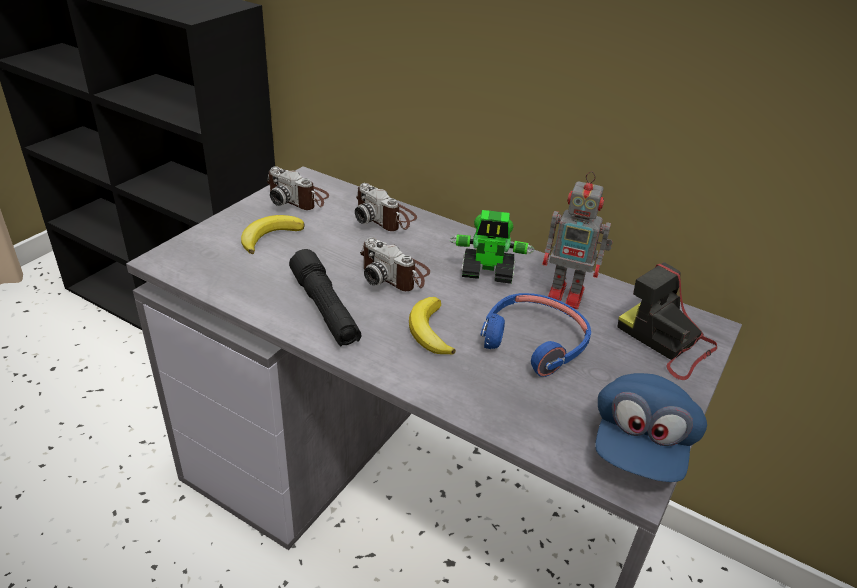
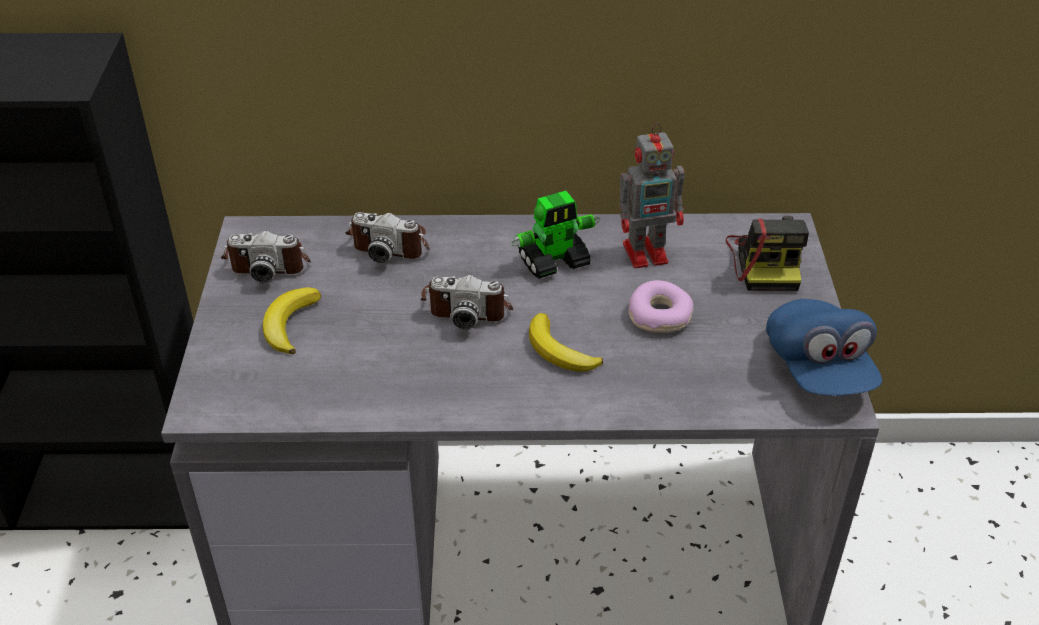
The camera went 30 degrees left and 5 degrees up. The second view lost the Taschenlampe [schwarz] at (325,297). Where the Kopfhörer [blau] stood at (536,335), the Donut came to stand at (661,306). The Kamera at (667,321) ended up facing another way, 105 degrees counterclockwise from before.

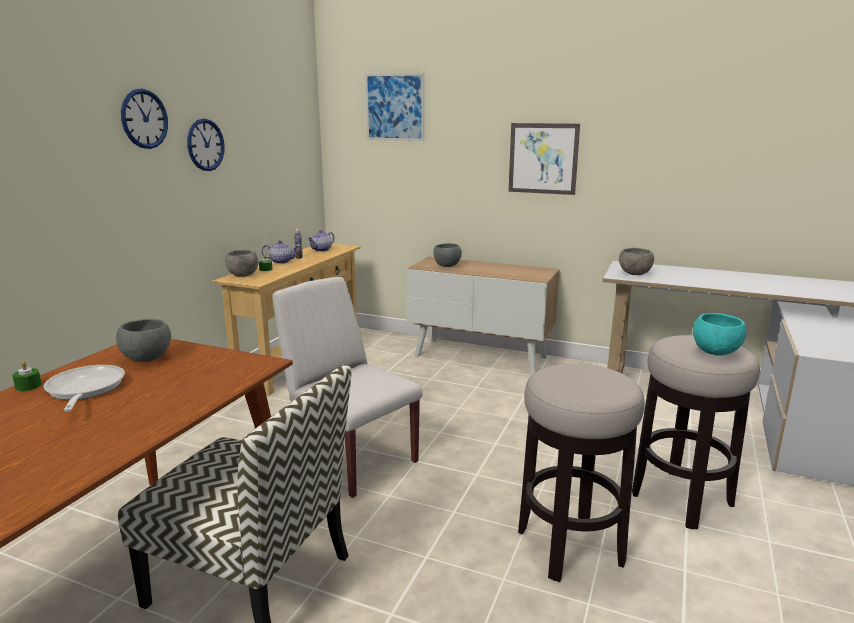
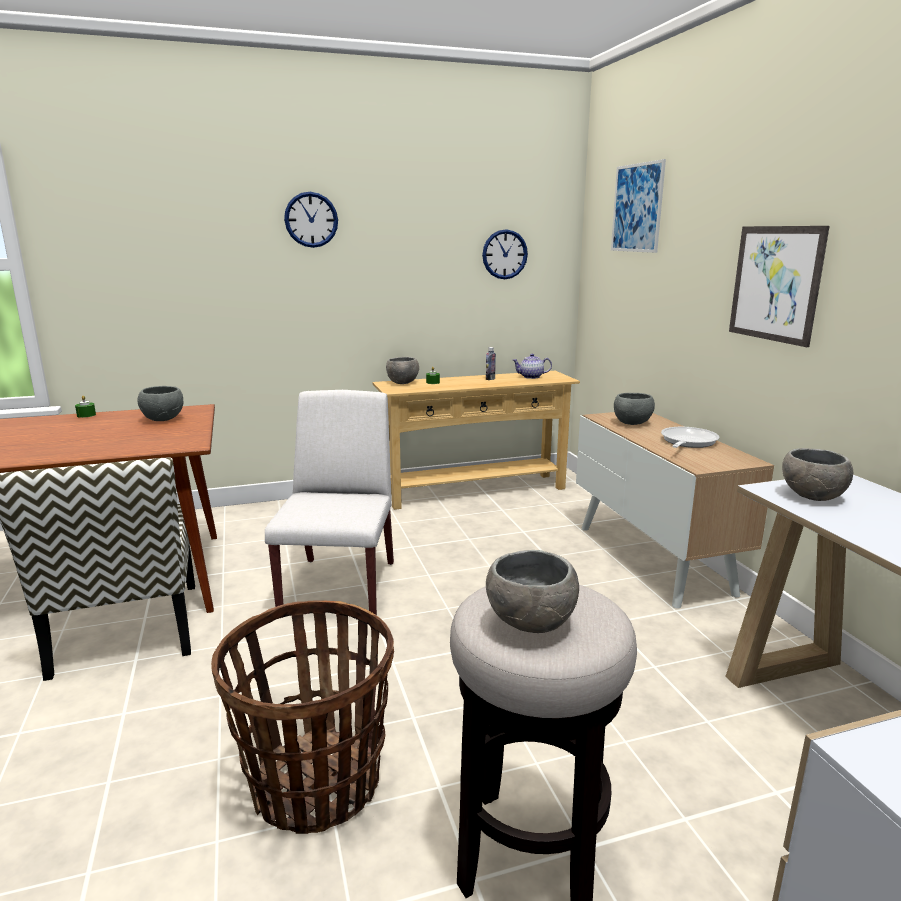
The camera went 50 degrees right and 0 degrees up. The second view lost the Teekanne at (280,252). The Pfanne ended up elsewhere, having gone from (84,388) to (690,437). The Wanduhr ended up elsewhere, having gone from (205,145) to (505,254). Where the Hocker stood at (581,473), the Korb came to stand at (302,717). What was the Schüssel [türkis] at (719,334) turned into the Schüssel [grau] at (532,591).

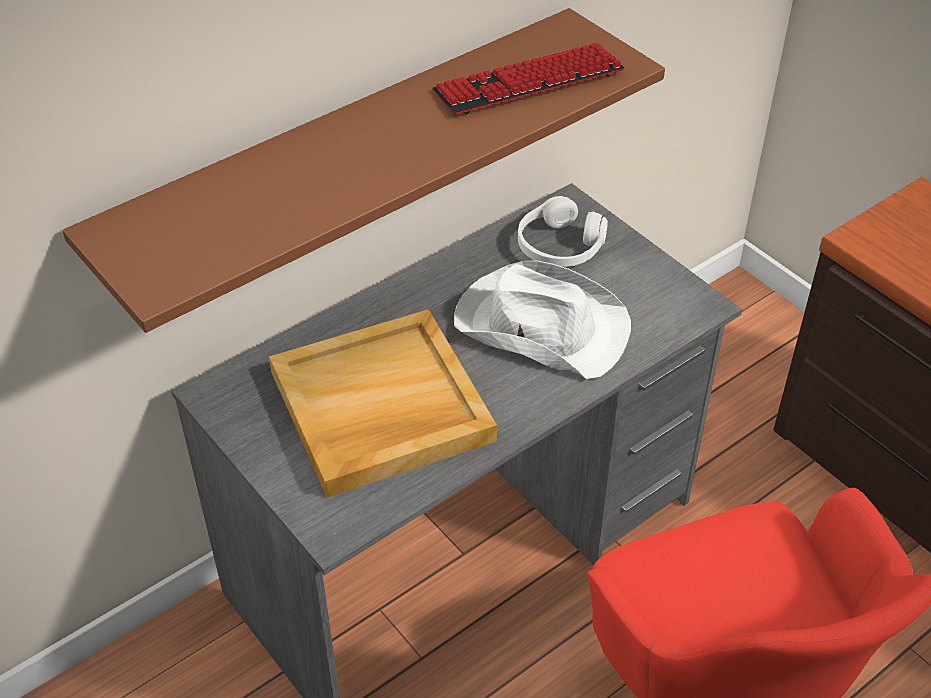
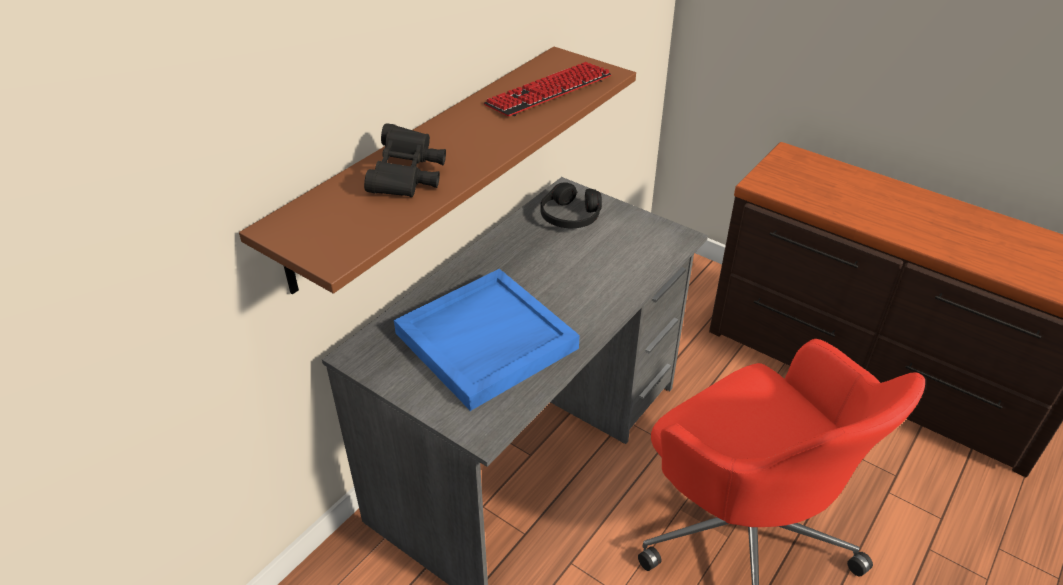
The camera went 15 degrees left and 5 degrees down. The second view lost the Hut [weiß] at (542,319). The second view gained the Fernglas [schwarz] at (405,160). What was the Tablett [beige] at (383,403) turned into the Tablett [blau] at (487,340). What was the Kopfhörer [weiß] at (563,231) turned into the Kopfhörer [schwarz] at (571,205).

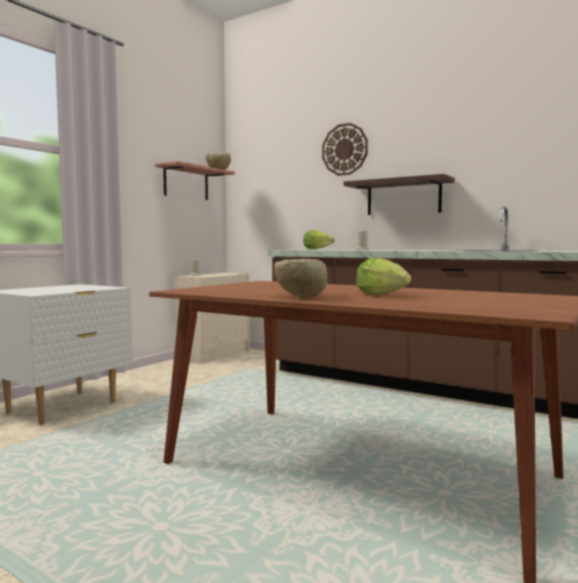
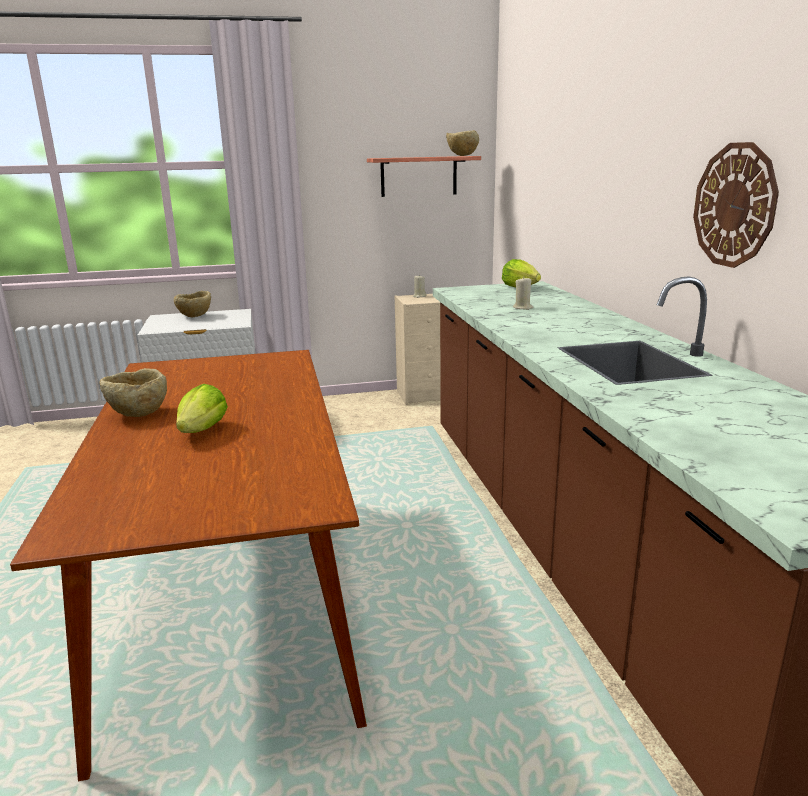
The camera went 45 degrees right and 15 degrees up. The second view lost the Wandregal at (399,194). The second view gained the Schüssel [beige] at (192,304). The Wanduhr ended up elsewhere, having gone from (345,149) to (736,205).

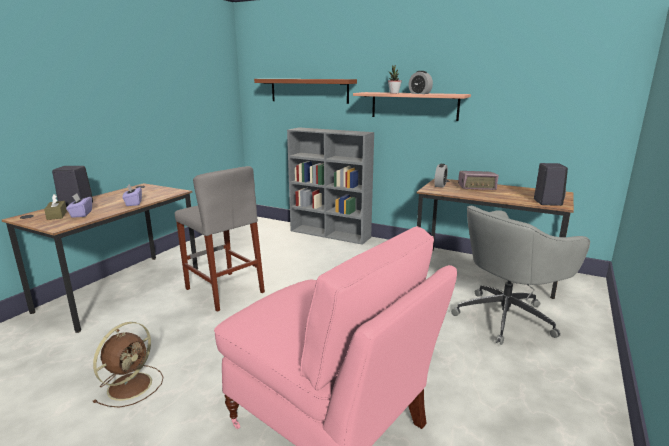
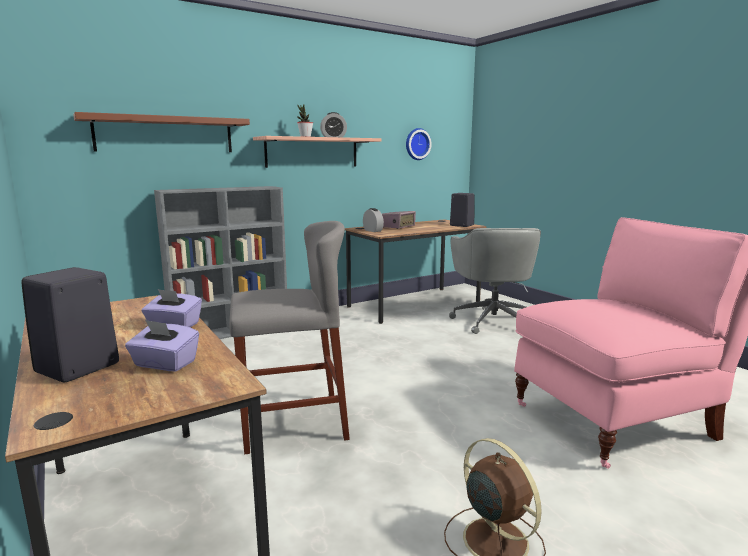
The camera went 60 degrees left and 5 degrees down. The second view lost the Taschentuchbox [braun] at (55,207). The second view gained the Wanduhr at (419,144).

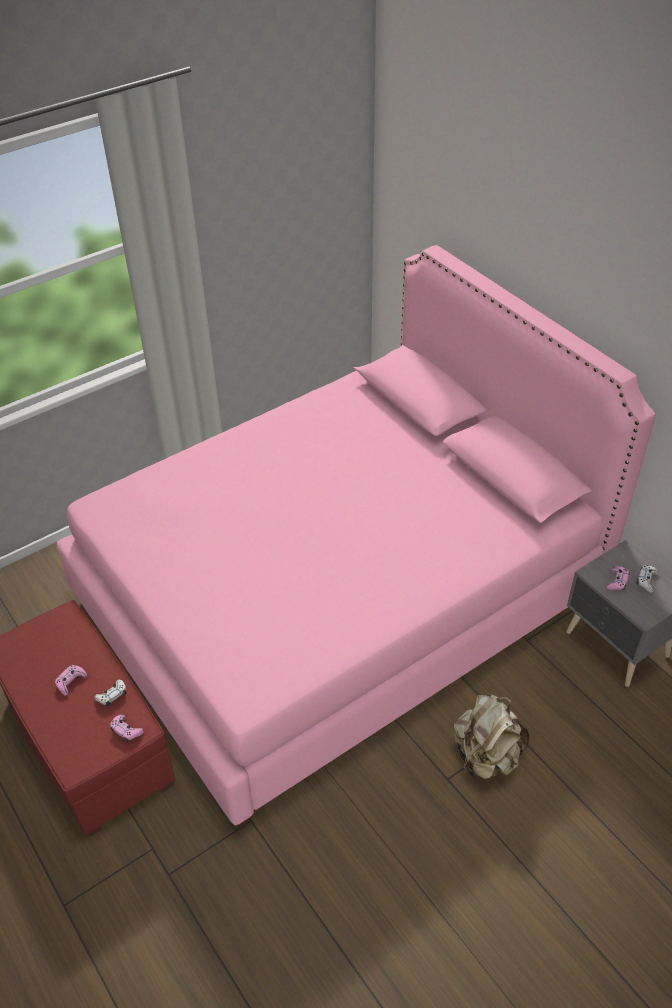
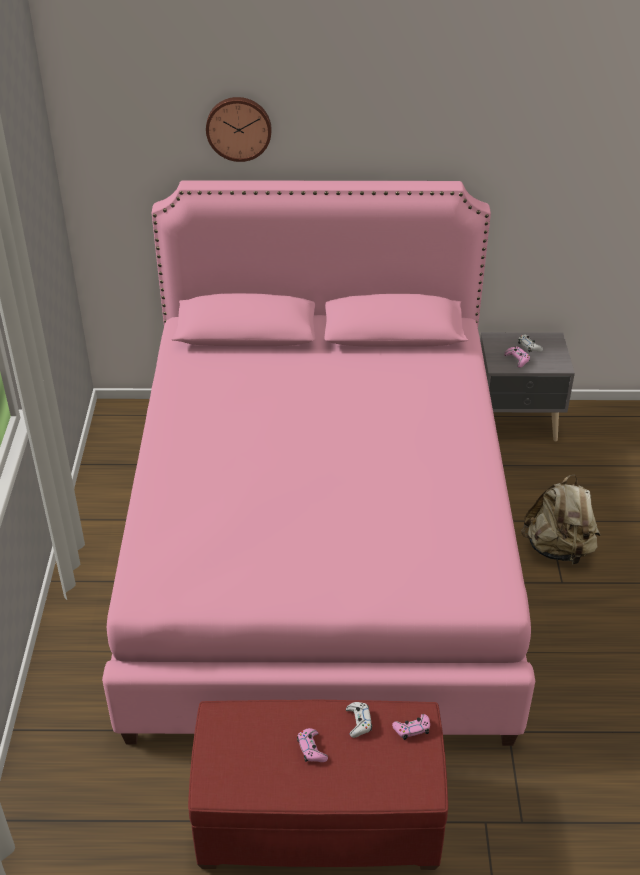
The camera went 55 degrees left and 5 degrees down. The second view gained the Wanduhr at (239,129).

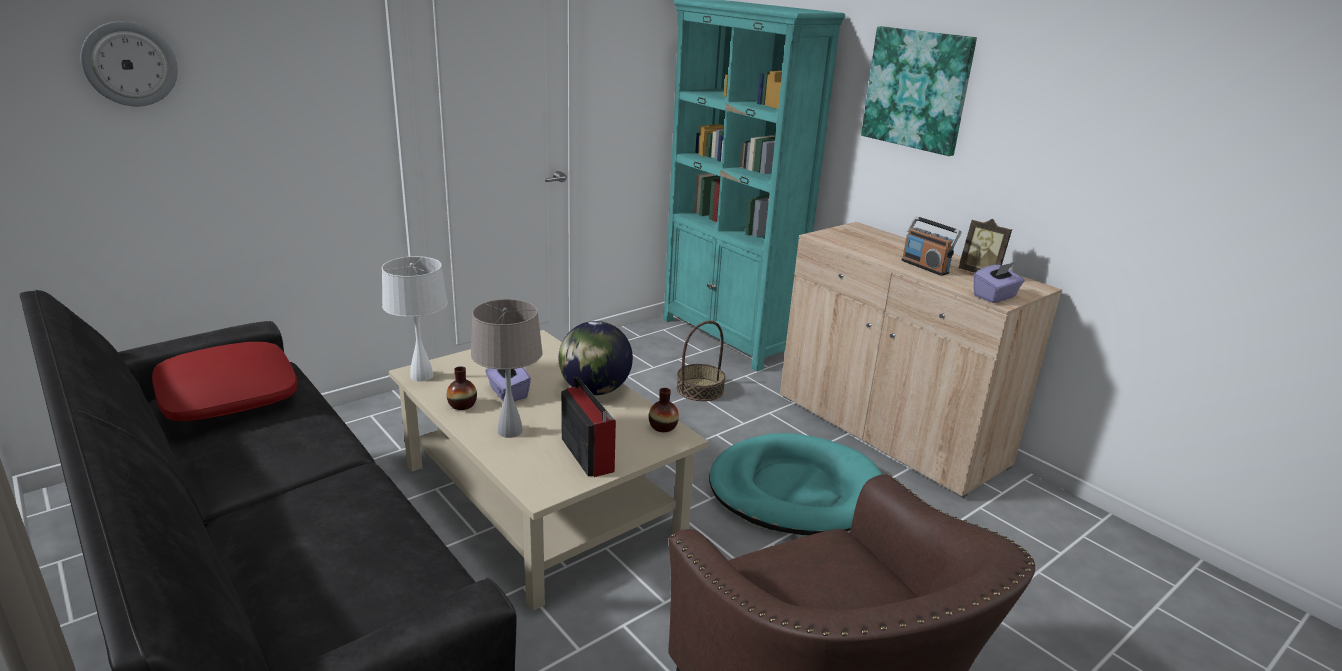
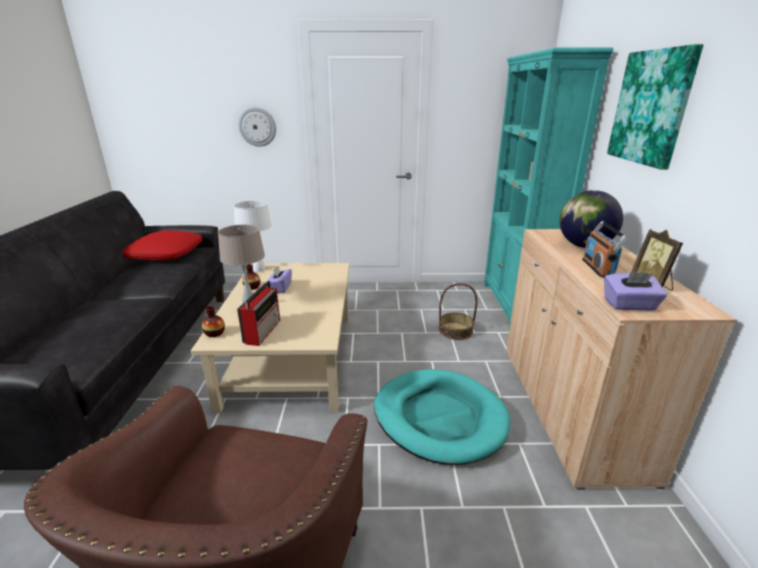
The camera went 40 degrees right and 0 degrees up. The Wanduhr ended up elsewhere, having gone from (129,63) to (257,127). The Globus ended up elsewhere, having gone from (595,358) to (591,219). The Vase ended up elsewhere, having gone from (664,410) to (213,321).

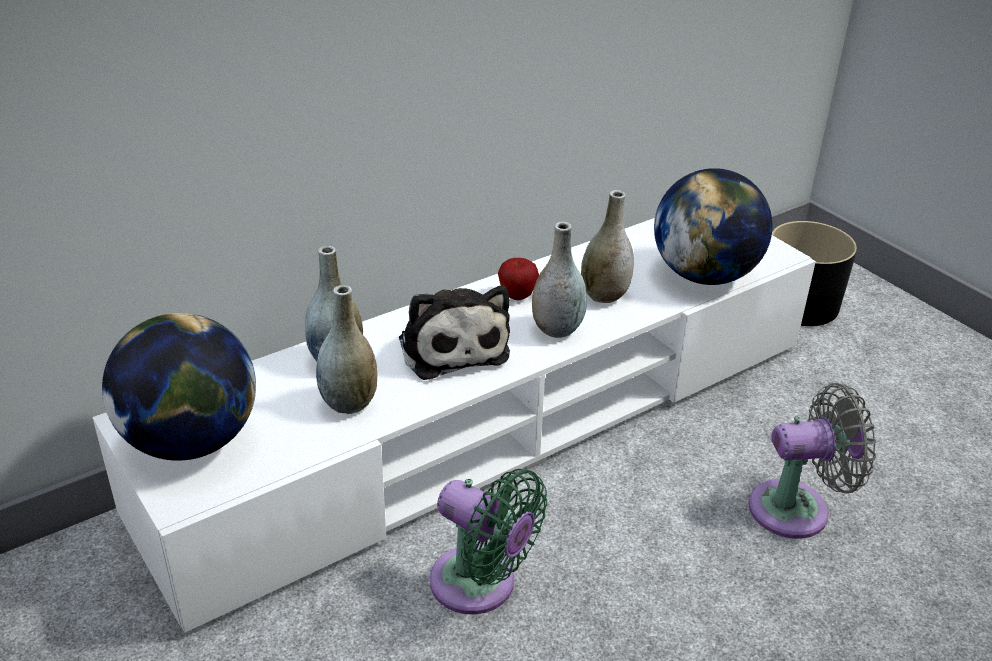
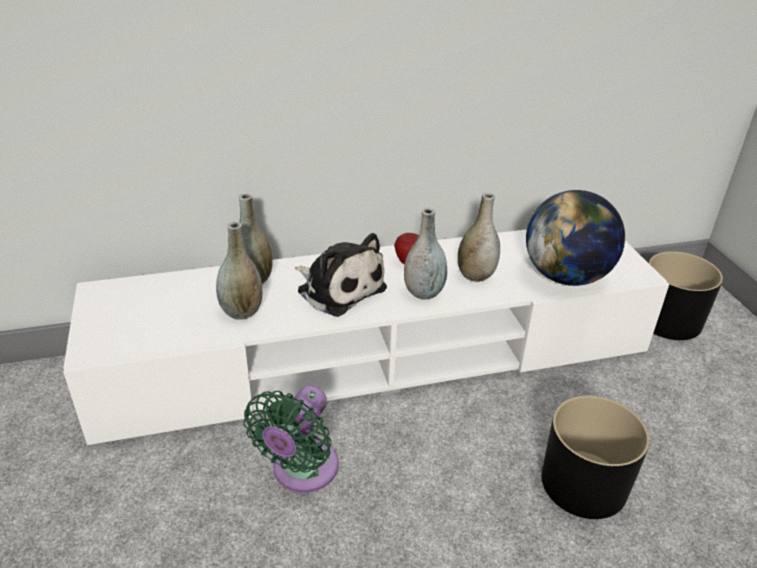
The camera went 20 degrees right and 0 degrees up. The second view lost the Globus at (179,387). Where the Ventilator [grau] stood at (812,461), the Pflanzkübel [schwarz] came to stand at (596,457). The Plüschtier at (454,332) ended up facing another way, 45 degrees counterclockwise from before. The Ventilator [grün] at (488,541) ended up facing another way, 60 degrees clockwise from before.

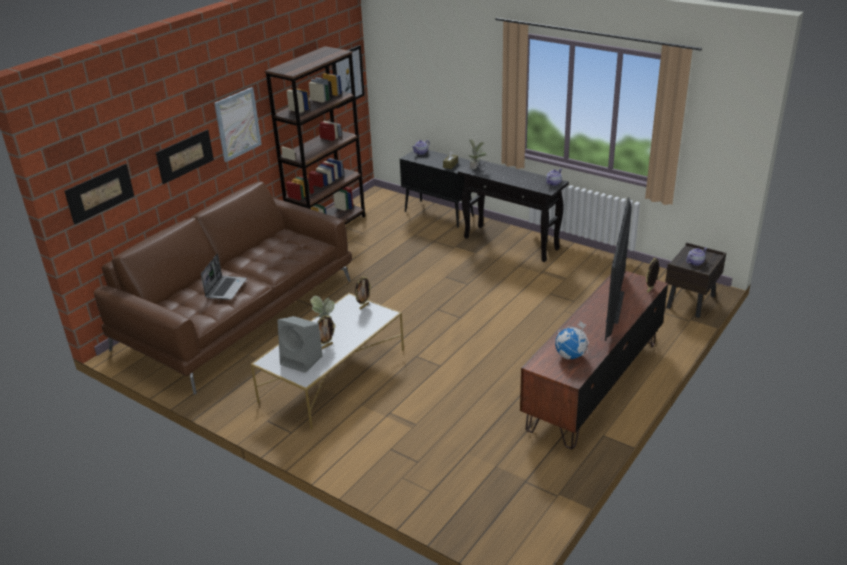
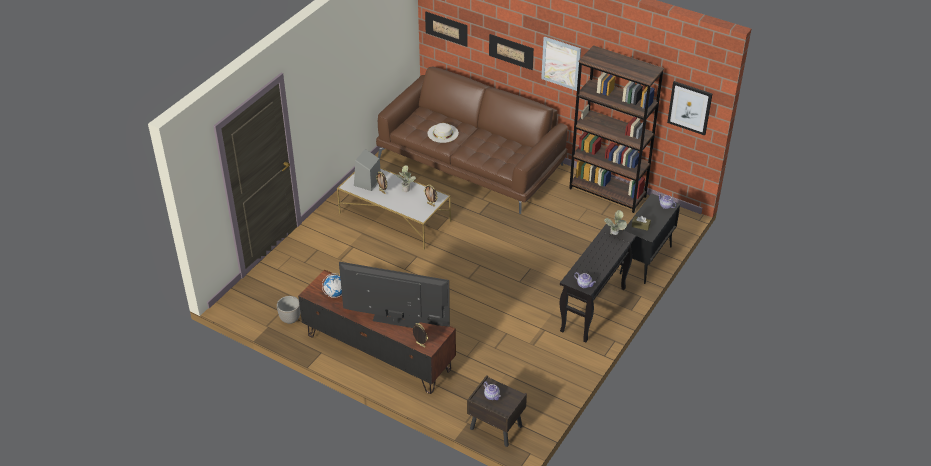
The camera went 85 degrees right and 10 degrees up. The second view gained the Pflanzkübel at (288,310). Where the Laptop stood at (224,277), the Hut [weiß] came to stand at (443,133).

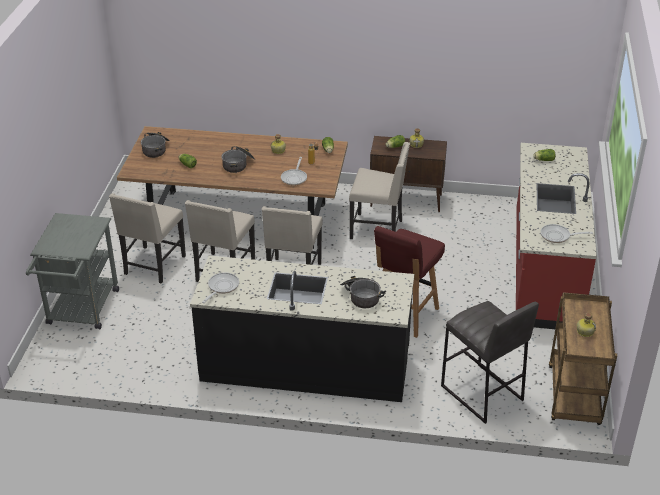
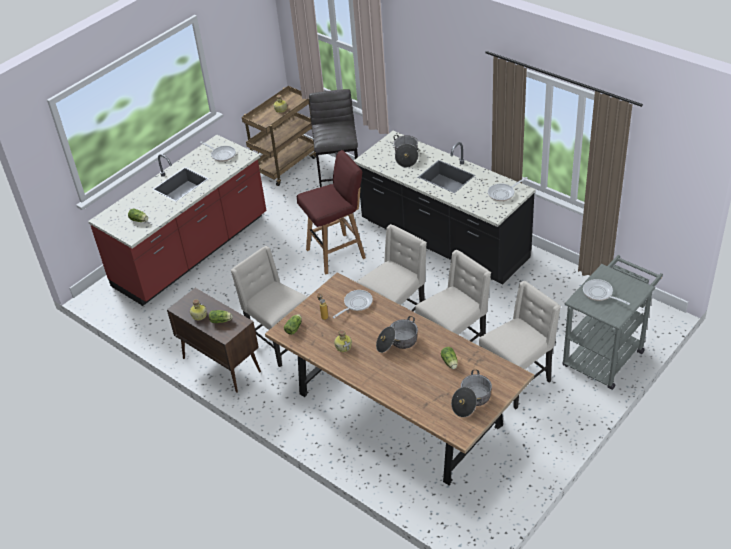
The camera went 145 degrees left and 5 degrees up. The second view gained the Pfanne at (606,292).

